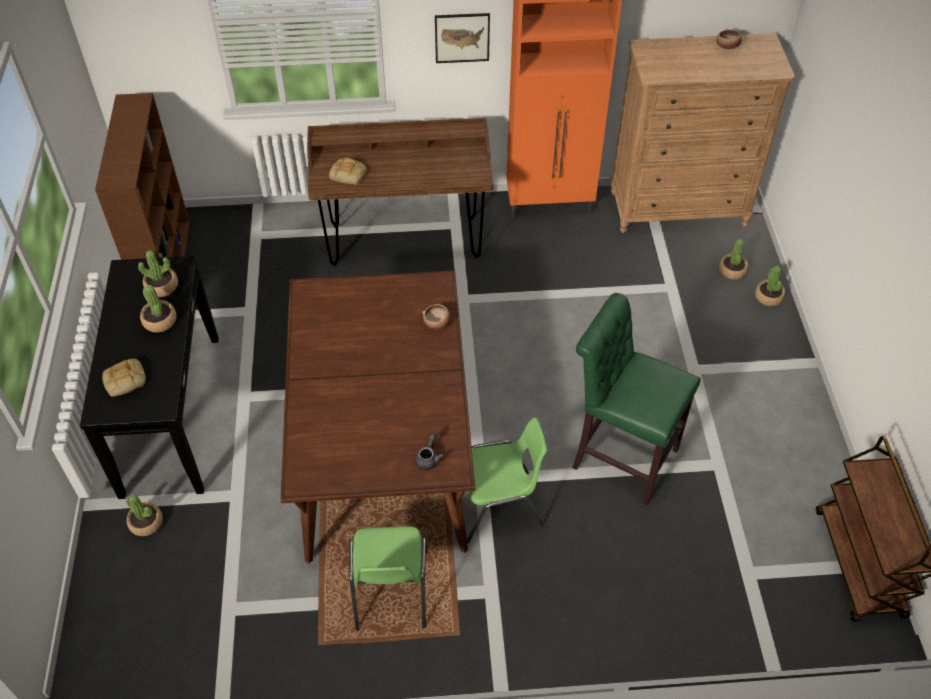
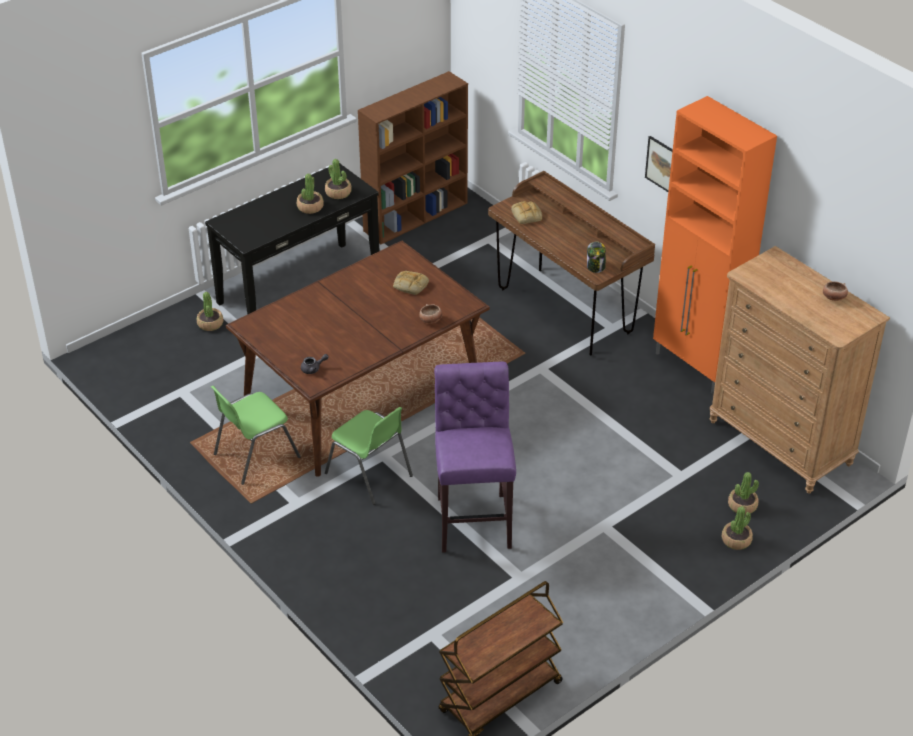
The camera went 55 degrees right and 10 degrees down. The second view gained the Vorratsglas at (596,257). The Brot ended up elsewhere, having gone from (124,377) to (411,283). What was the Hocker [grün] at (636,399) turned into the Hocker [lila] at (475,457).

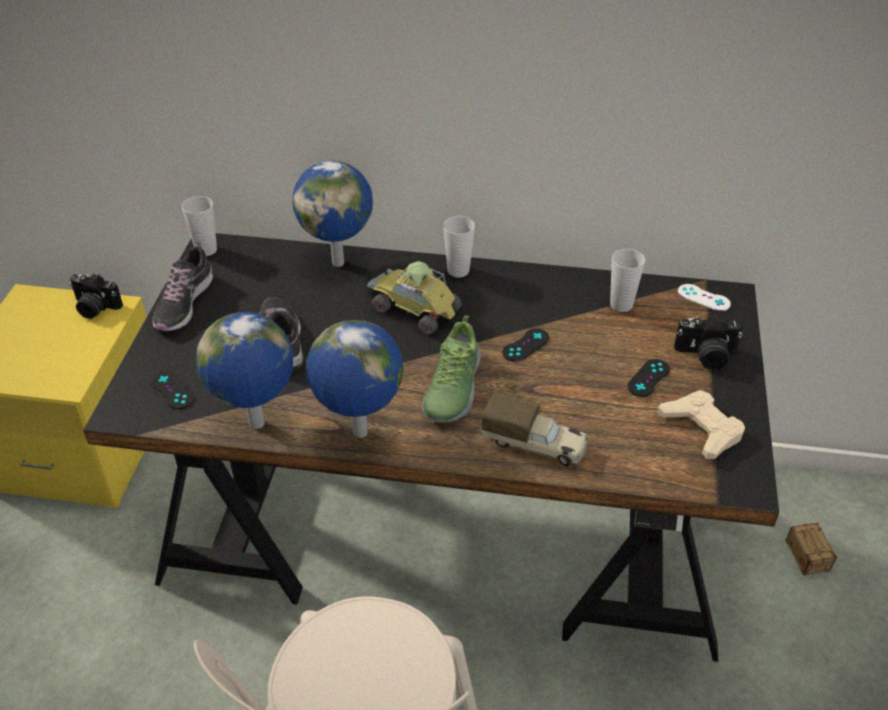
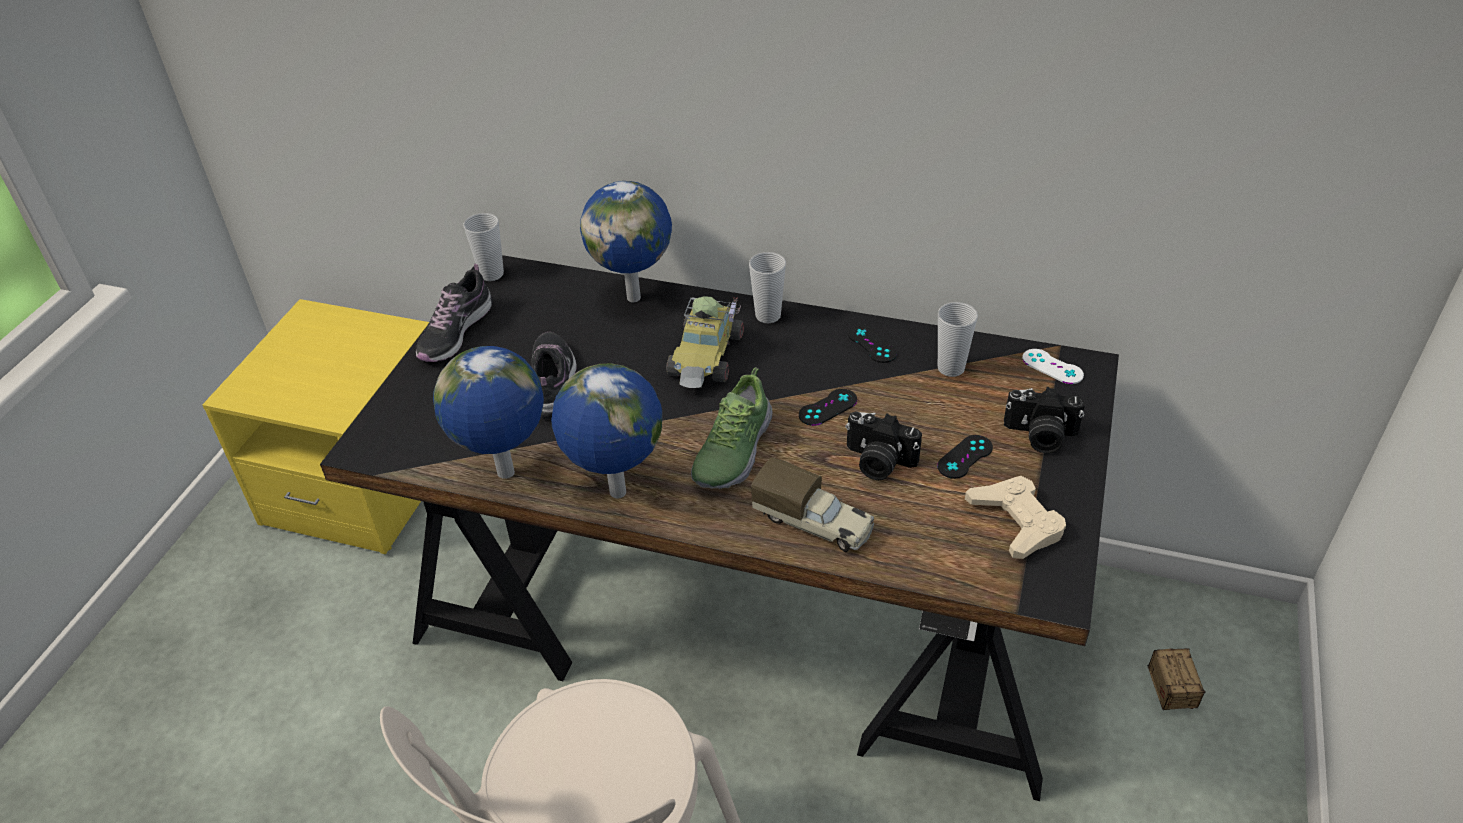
The camera went 10 degrees right and 0 degrees up. The Kamera ended up elsewhere, having gone from (96,296) to (883,445). The Gamepad [schwarz] ended up elsewhere, having gone from (172,390) to (872,344). The Spielzeugauto at (414,298) ended up facing another way, 120 degrees counterclockwise from before.

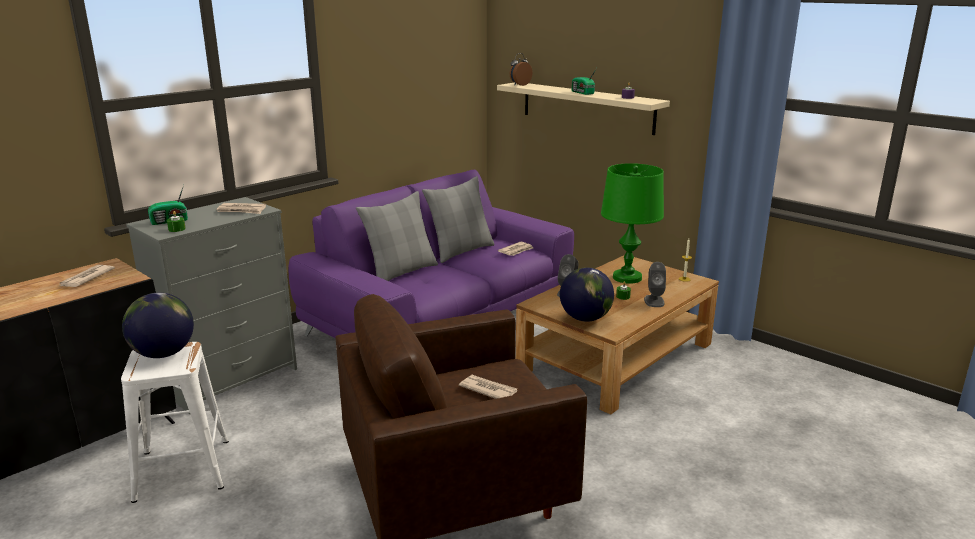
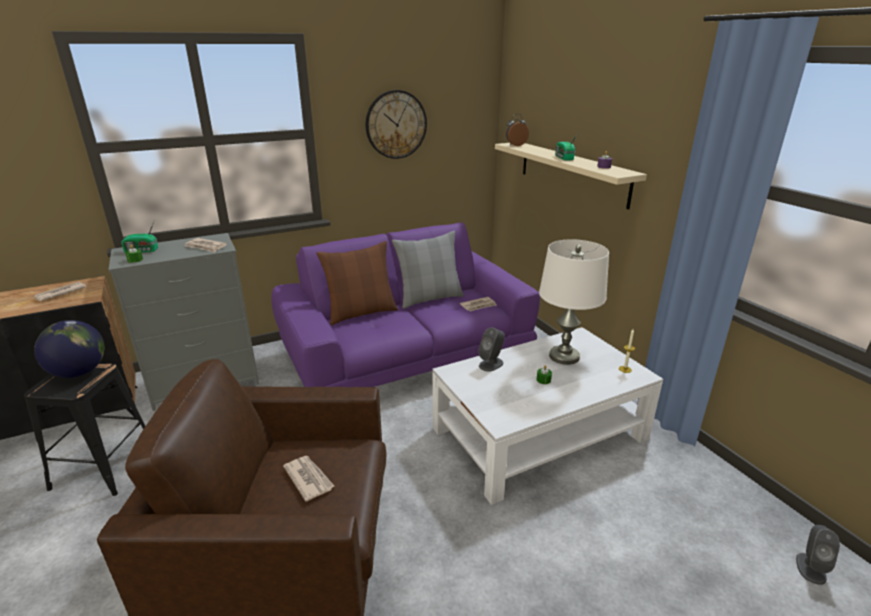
The camera went 20 degrees right and 5 degrees up. The second view lost the Globus at (587,294). The second view gained the Wanduhr at (396,124). The Lautsprecher [grau] ended up elsewhere, having gone from (655,284) to (818,555). What was the Hocker [weiß] at (175,422) turned into the Hocker [schwarz] at (84,429). What was the Kissen [grau] at (397,236) turned into the Kissen [braun] at (357,283). What was the Couchtisch [braun] at (617,335) turned into the Couchtisch [weiß] at (547,416). What was the Tischlampe [grün] at (632,223) turned into the Tischlampe [weiß] at (574,302).

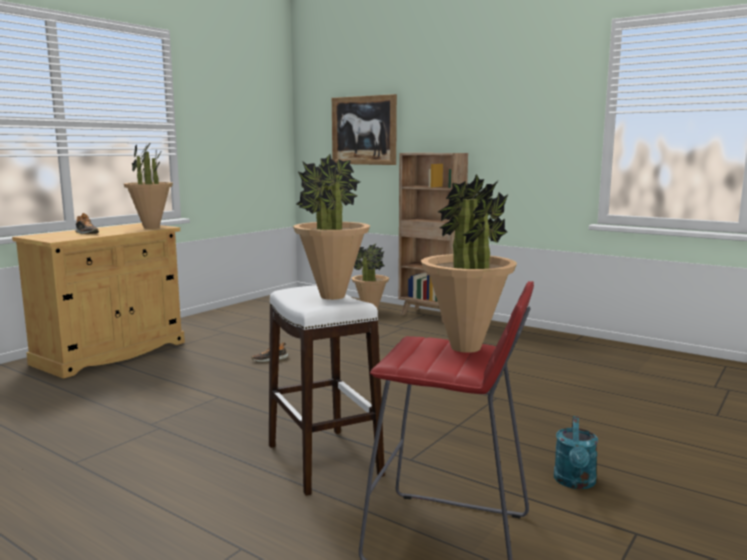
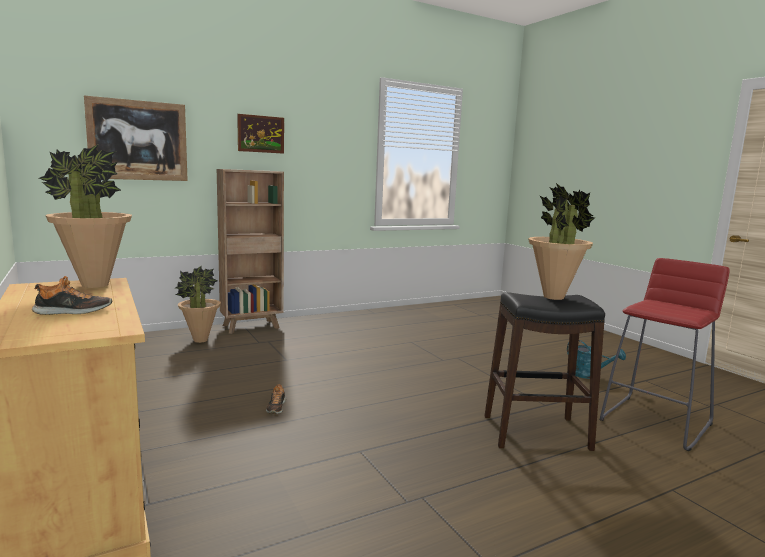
The camera went 65 degrees left and 0 degrees up. The second view lost the Topfpflanze at (469,263). The second view gained the Bild at (260,134). What was the Hocker [weiß] at (327,390) turned into the Hocker [schwarz] at (545,371).

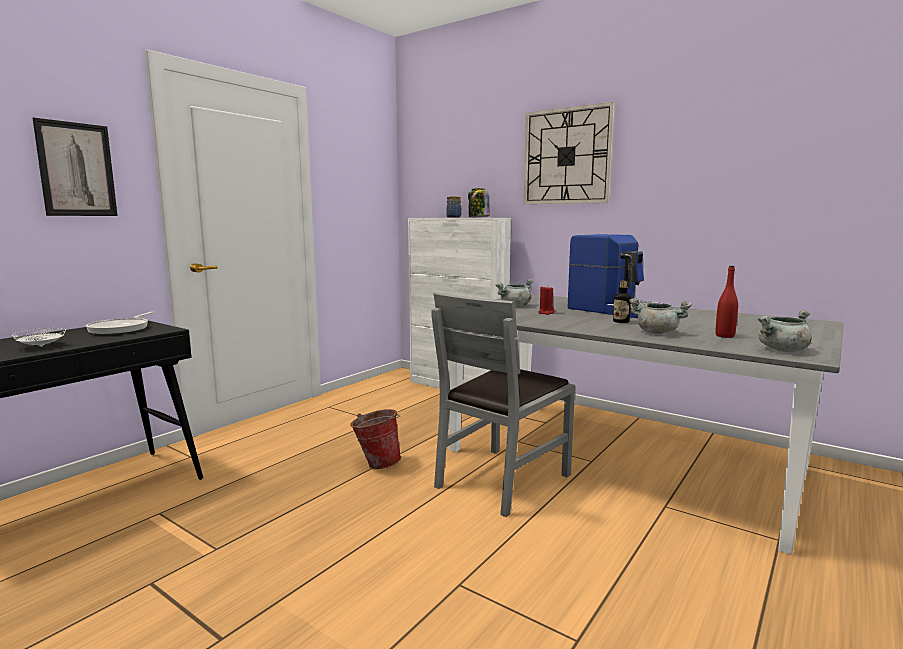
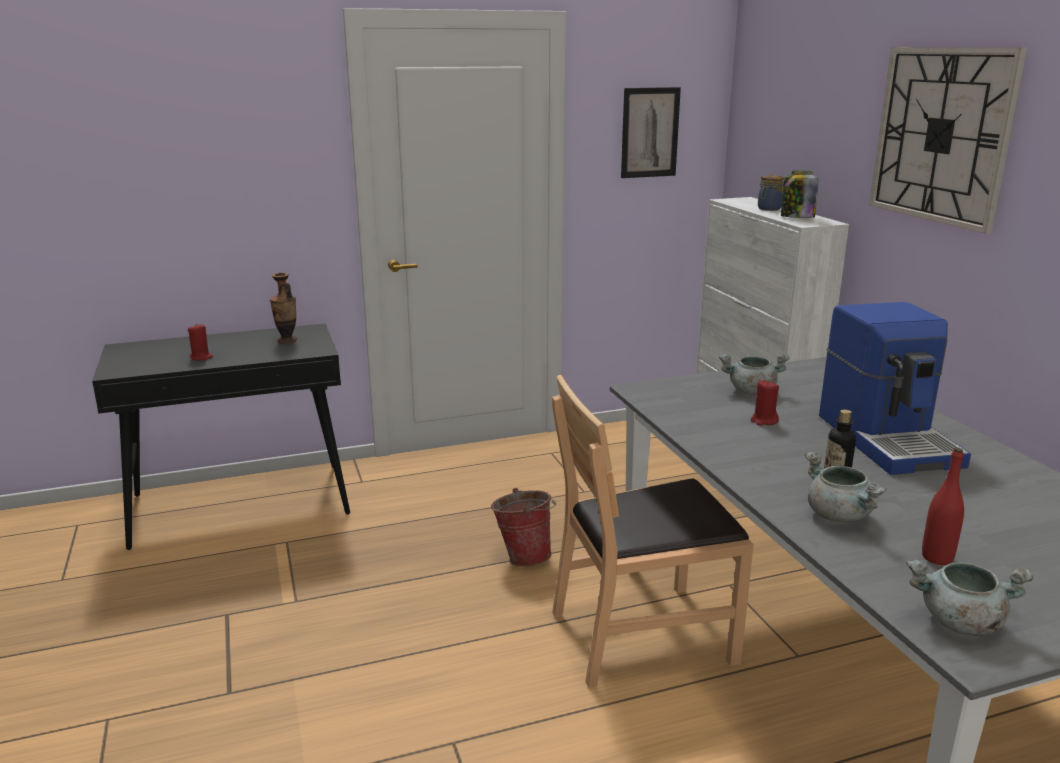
The camera went 35 degrees right and 10 degrees up. The Bild ended up elsewhere, having gone from (75,167) to (651,132). Where the Teller [weiß] stood at (39,337), the Kerze [rot] came to stand at (200,341). Where the Pfanne stood at (120,323), the Vase came to stand at (283,308). What was the Stuhl [grau] at (503,404) turned into the Stuhl [braun] at (653,531).

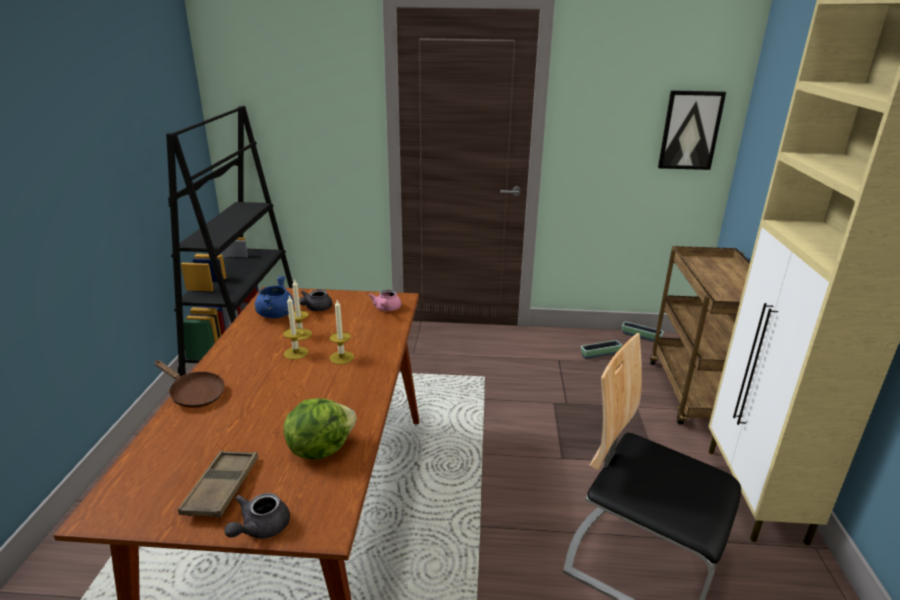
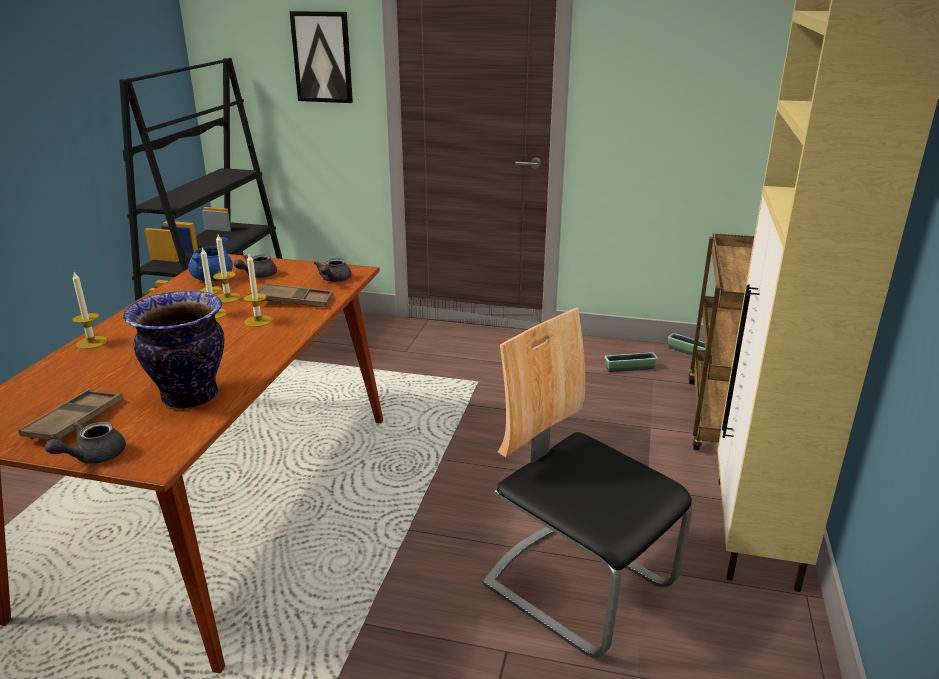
The camera went 10 degrees right and 0 degrees up. The second view gained the Tablett [braun] at (295,295). The Bild ended up elsewhere, having gone from (692,130) to (321,57). Where the Pfanne [braun] stood at (189,384), the Kerze came to stand at (89,310). Where the Salatkopf stood at (320,429), the Vase came to stand at (173,350). What was the Teekanne [rosa] at (385,300) turned into the Teekanne [grau] at (333,270).

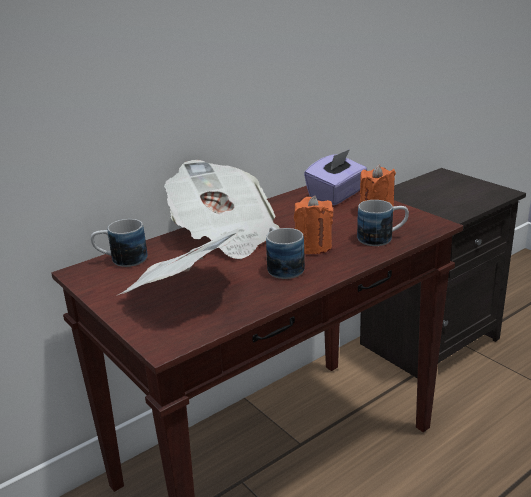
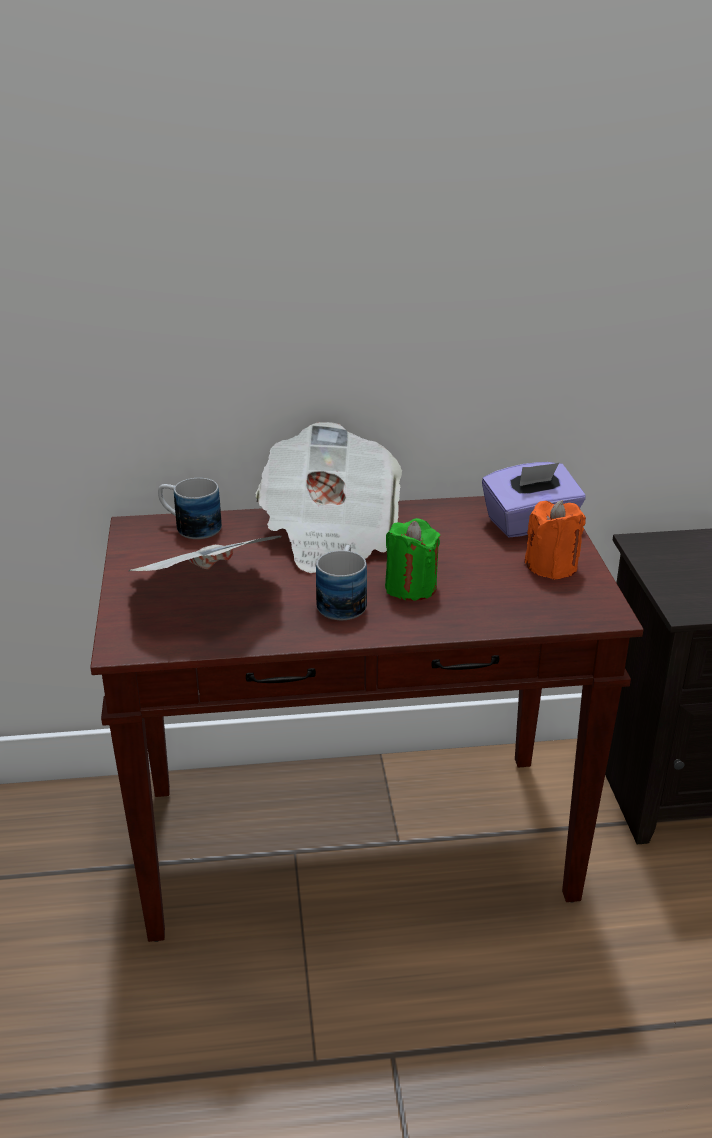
The camera went 30 degrees right and 5 degrees up. The second view lost the Henkelbecher at (383,223). What was the Kerze [orange] at (313,225) turned into the Kerze [grün] at (412,559).

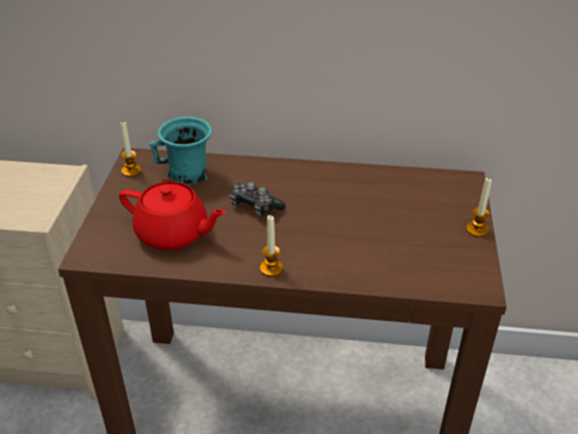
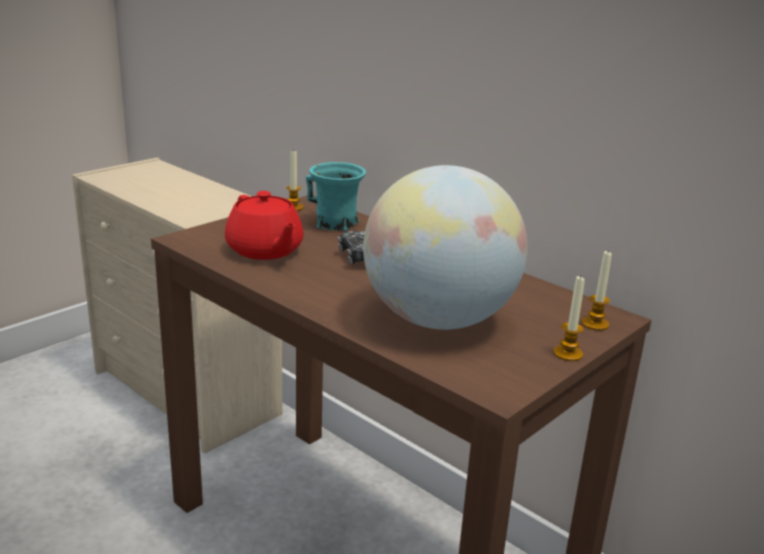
The camera went 35 degrees right and 15 degrees down. The second view gained the Globus at (445,247). The Kerze ended up elsewhere, having gone from (271,245) to (597,290).

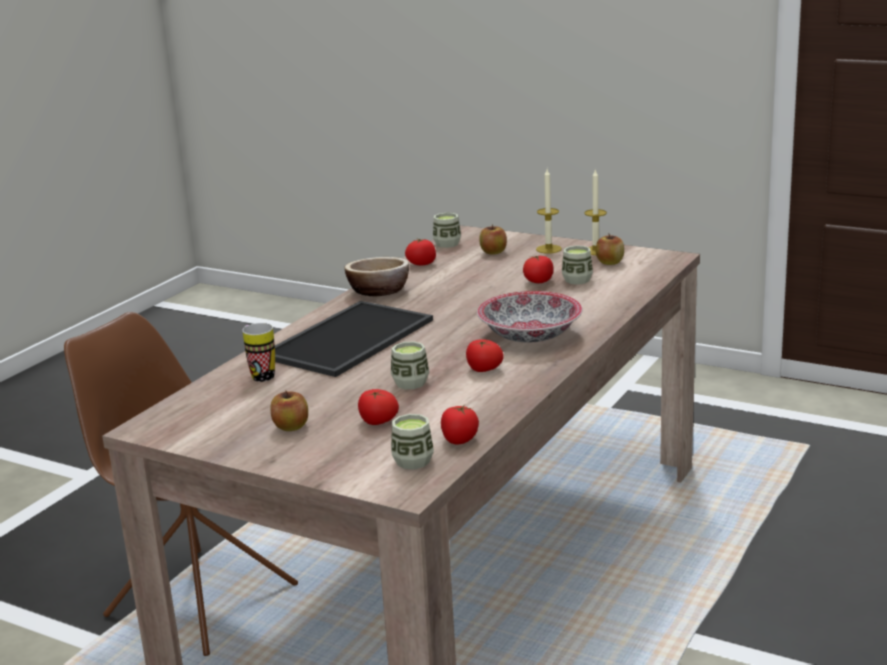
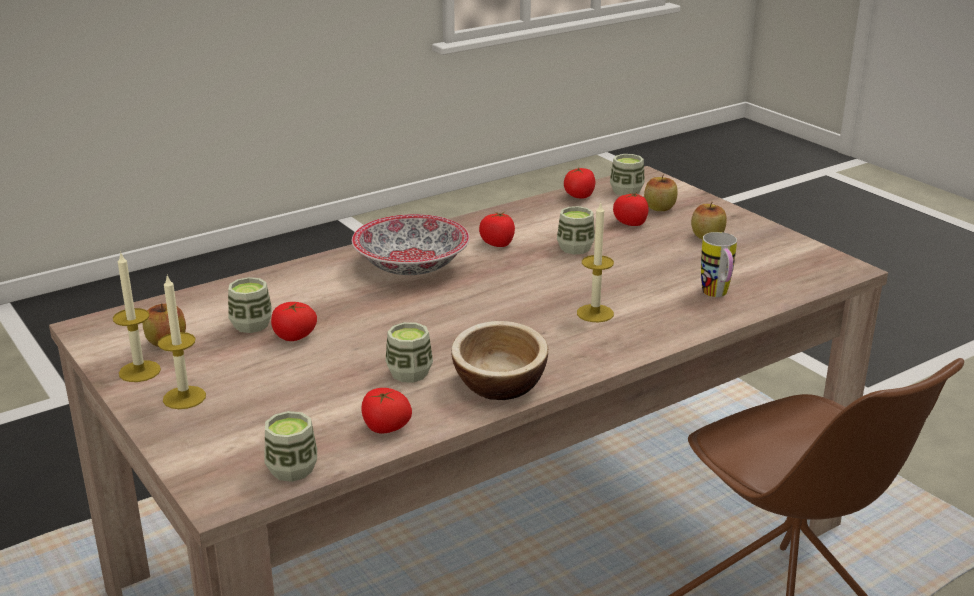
The camera went 155 degrees left and 5 degrees up. The second view gained the Tasse at (409,352). The Apfel ended up elsewhere, having gone from (493,239) to (661,193). Where the Tablett stood at (354,339), the Kerze came to stand at (595,262).

